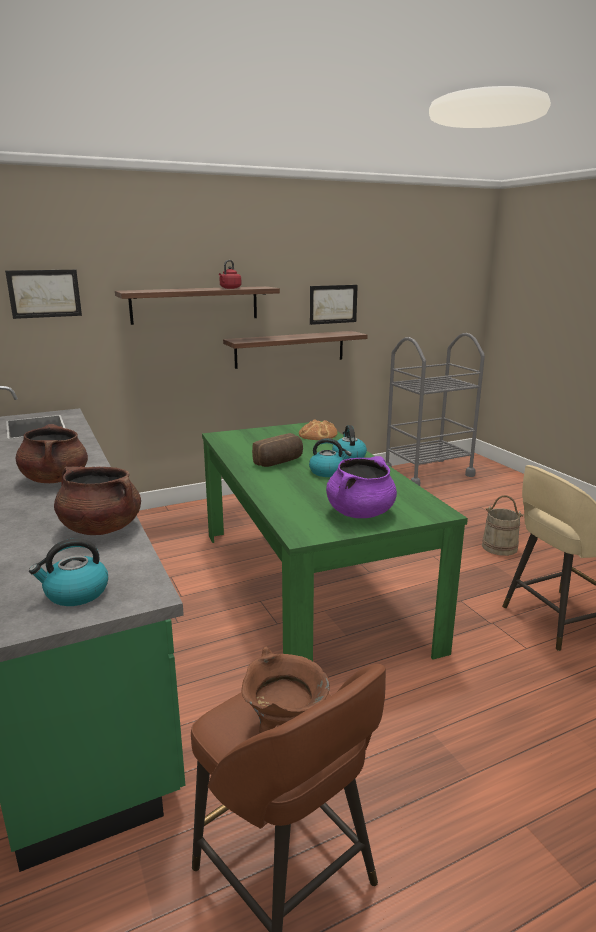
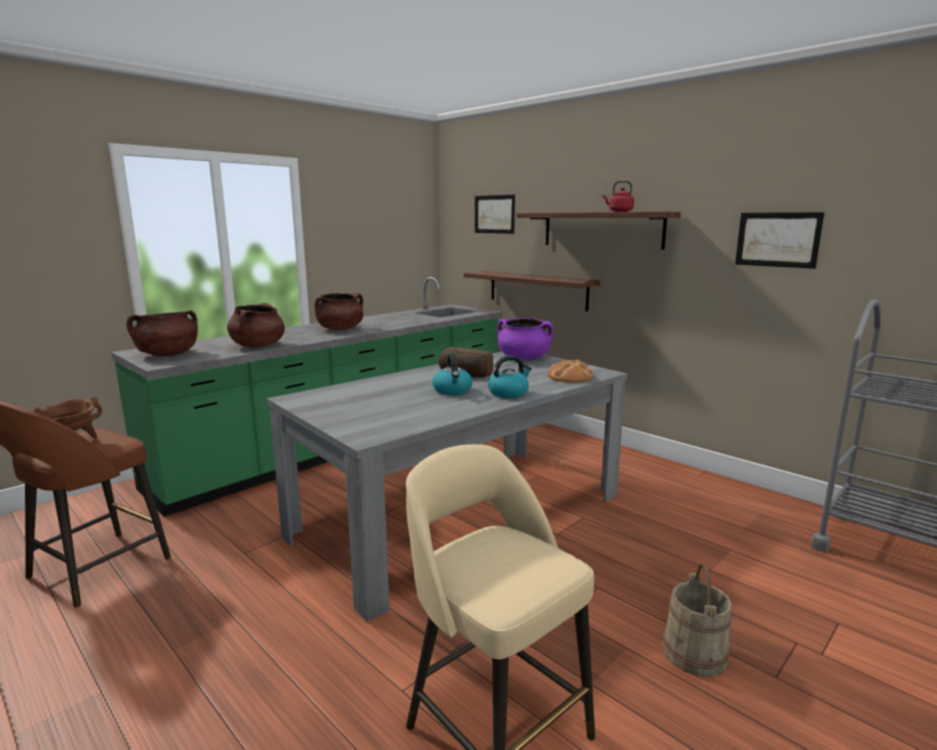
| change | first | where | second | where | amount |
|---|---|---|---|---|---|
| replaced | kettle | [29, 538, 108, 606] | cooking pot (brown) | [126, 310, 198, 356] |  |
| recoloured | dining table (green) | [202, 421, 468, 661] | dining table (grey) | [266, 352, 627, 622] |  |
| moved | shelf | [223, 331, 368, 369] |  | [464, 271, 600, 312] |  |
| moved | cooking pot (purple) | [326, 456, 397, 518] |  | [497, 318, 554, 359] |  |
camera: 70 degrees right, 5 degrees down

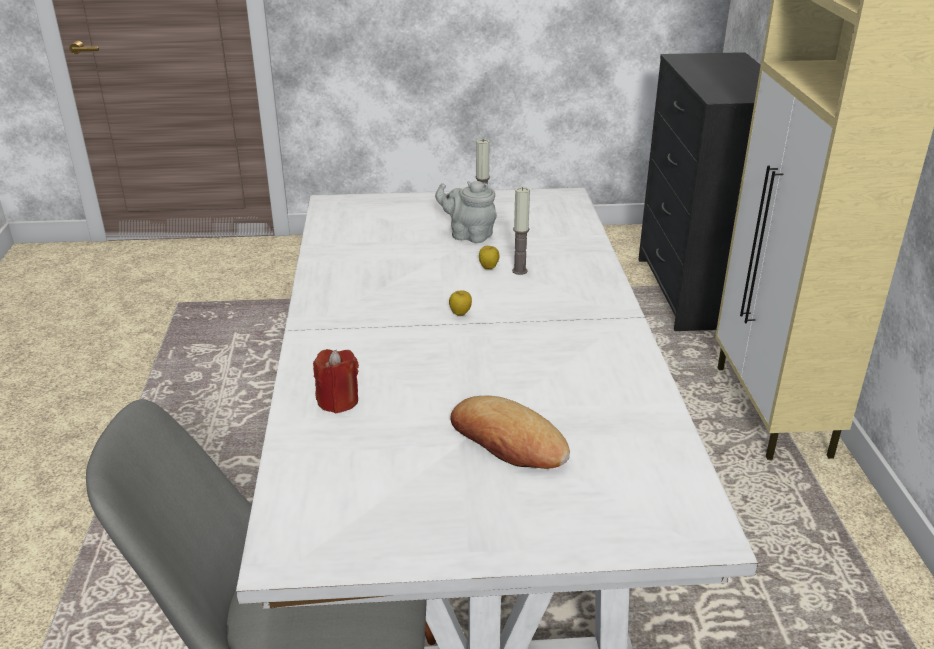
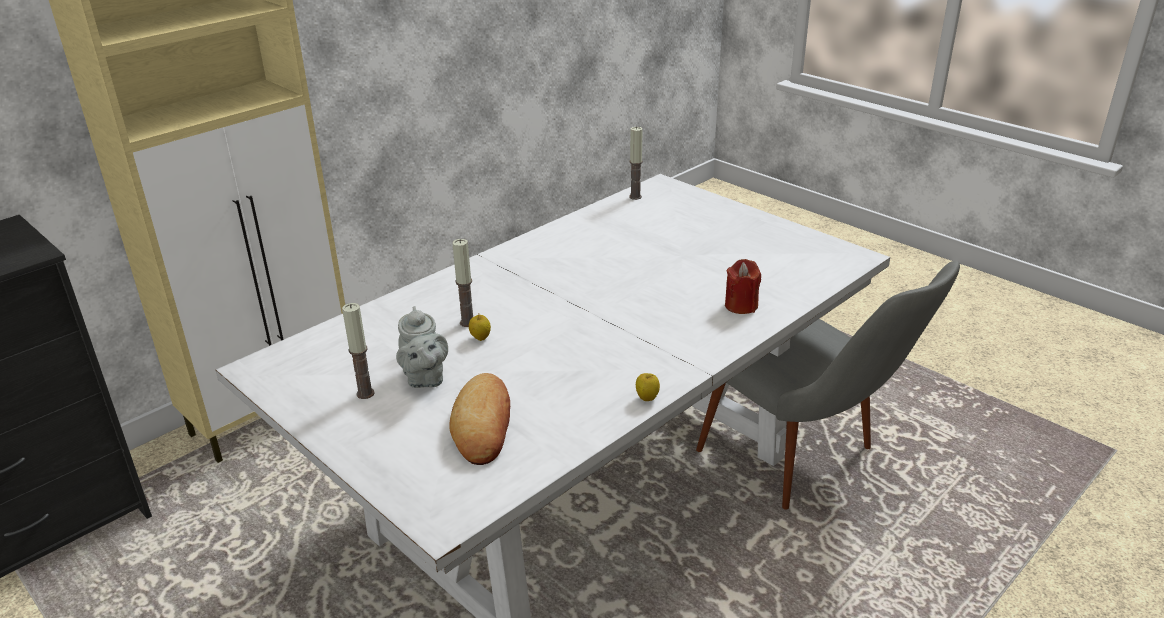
| change | first | where | second | where | amount |
|---|---|---|---|---|---|
| moved | apple | [449, 291, 472, 316] |  | [636, 373, 660, 401] |  |
| moved | bread | [450, 395, 570, 469] |  | [449, 373, 510, 465] |  |
| added |  |  | candle | [629, 126, 643, 200] |  |
camera: 130 degrees left, 0 degrees up

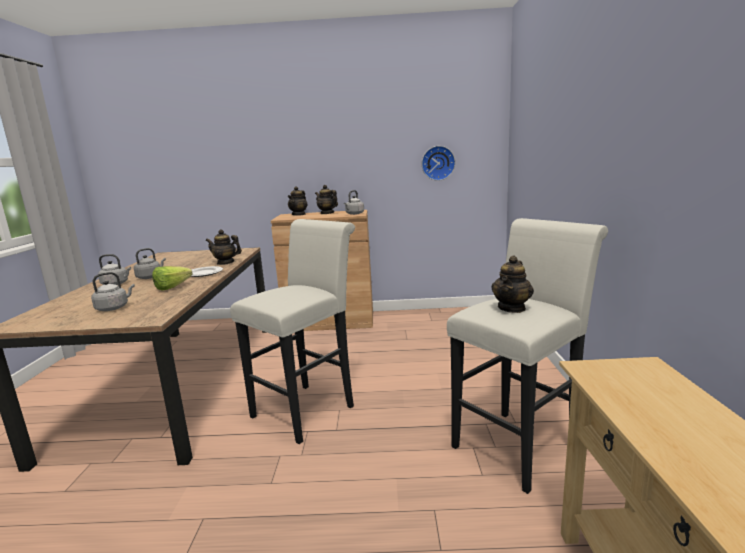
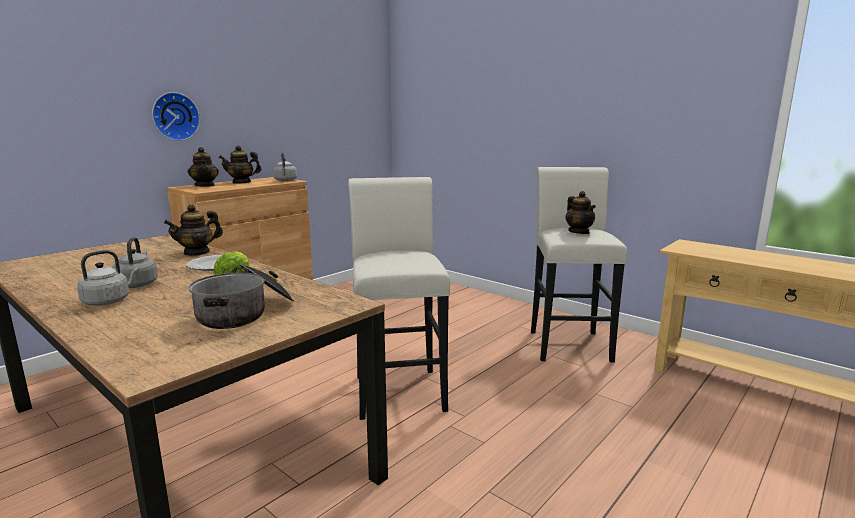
| change | first | where | second | where | amount |
|---|---|---|---|---|---|
| replaced | kettle (grey) | [91, 272, 135, 311] | cooking pot | [189, 264, 294, 329] |  |
| moved | wall clock | [422, 146, 455, 181] |  | [152, 92, 200, 141] |  |
camera: 50 degrees left, 0 degrees up

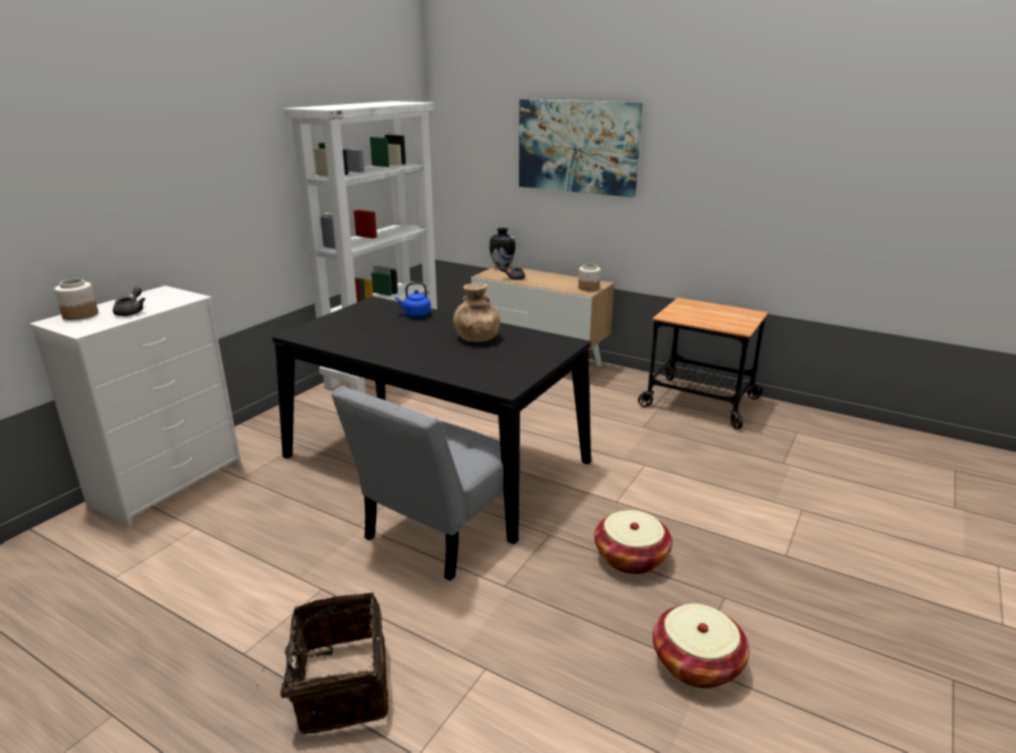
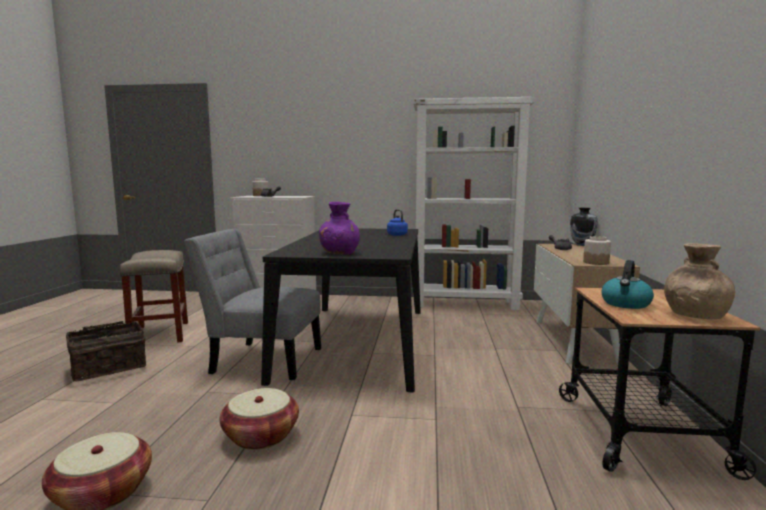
| change | first | where | second | where | amount |
|---|---|---|---|---|---|
| moved | vase (brown) | [453, 283, 500, 342] |  | [664, 243, 735, 319] |  |
| removed | picture | [519, 99, 642, 198] |  |  |  |
| added |  |  | stool (beige) | [120, 250, 188, 342] |  |
| added |  |  | vase (purple) | [319, 202, 360, 254] |  |
| added |  |  | kettle | [601, 260, 654, 309] |  |
camera: 65 degrees right, 15 degrees down

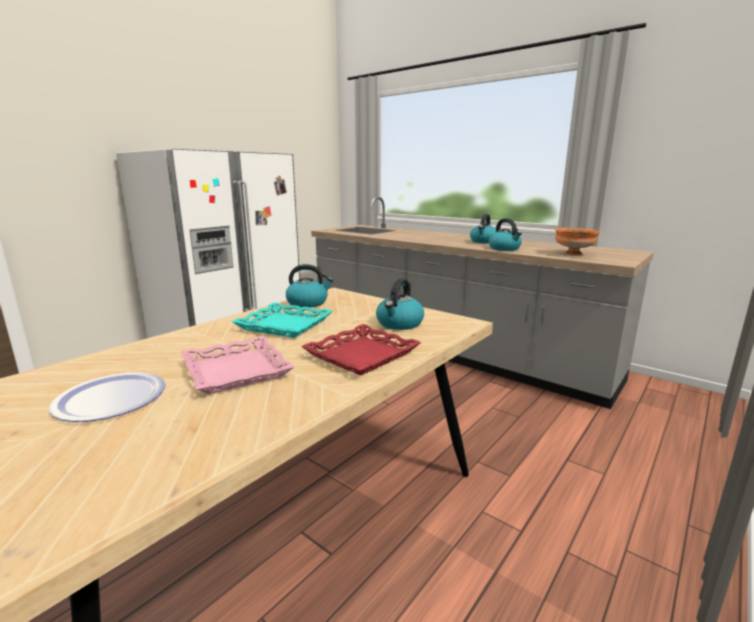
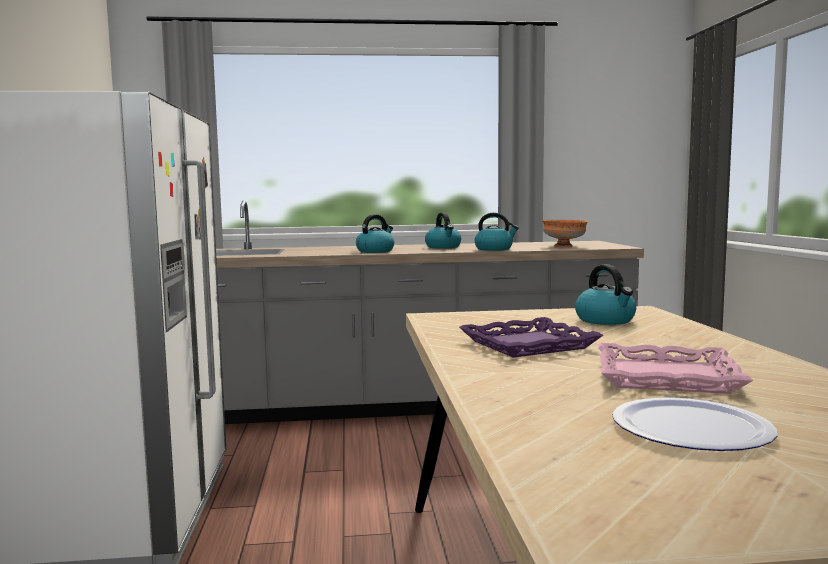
| change | first | where | second | where | amount |
|---|---|---|---|---|---|
| recoloured | tray (turquoise) | [232, 303, 333, 338] | tray (purple) | [459, 317, 603, 358] |  |
| moved | kettle | [286, 264, 333, 308] |  | [356, 214, 395, 253] |  |
| removed | tray (red) | [301, 324, 421, 376] |  |  |  |
camera: 45 degrees left, 10 degrees down

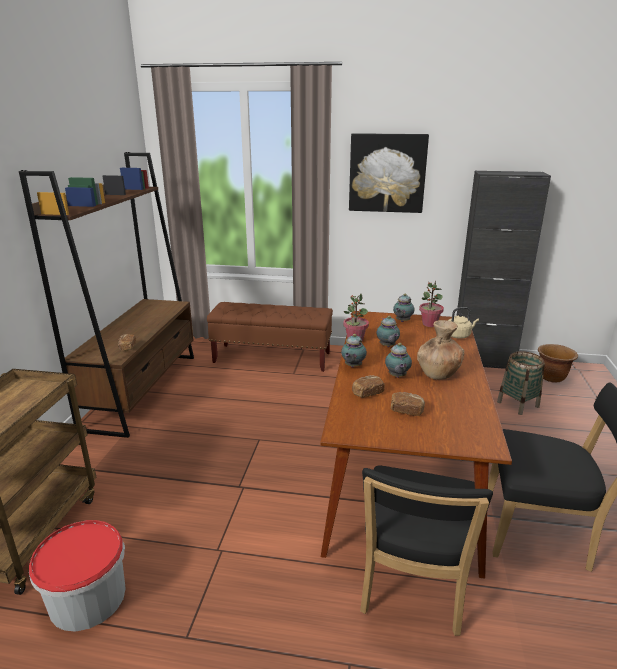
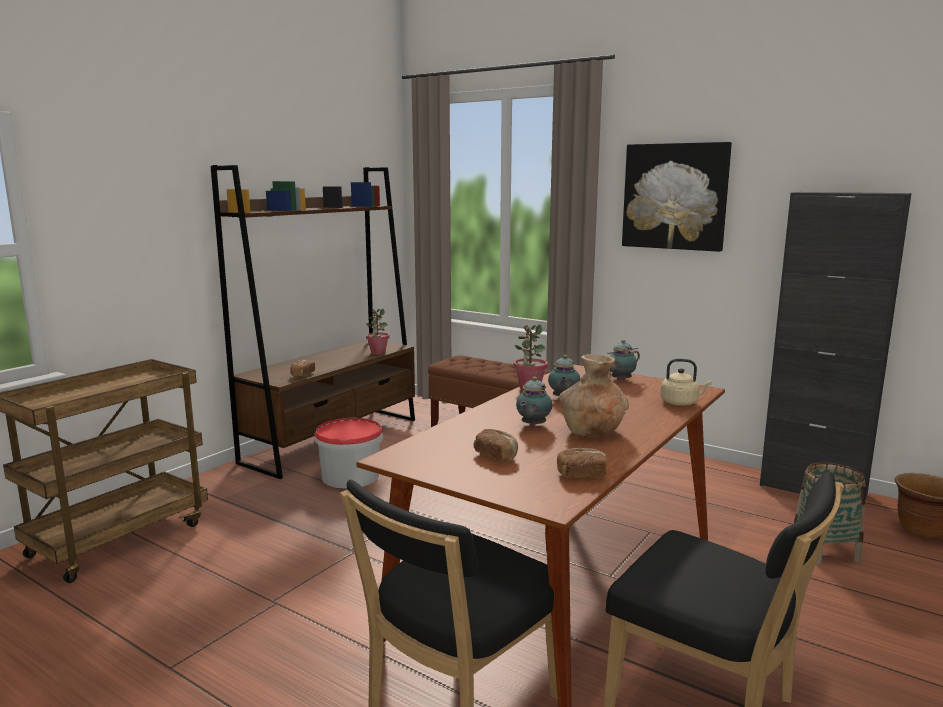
| change | first | where | second | where | amount |
|---|---|---|---|---|---|
| moved | bucket | [29, 520, 126, 632] |  | [314, 418, 384, 489] |  |
| removed | teapot | [341, 334, 367, 367] |  |  |  |
| moved | bread | [352, 375, 385, 398] |  | [557, 448, 607, 478] |  |
| moved | potted plant | [419, 281, 444, 327] |  | [366, 309, 390, 355] |  |
camera: 25 degrees right, 10 degrees down

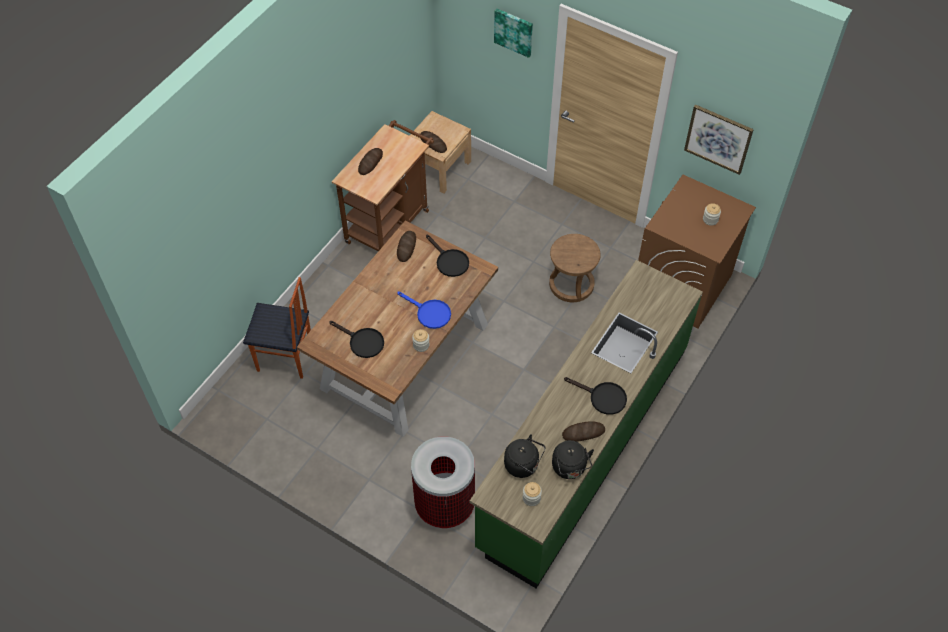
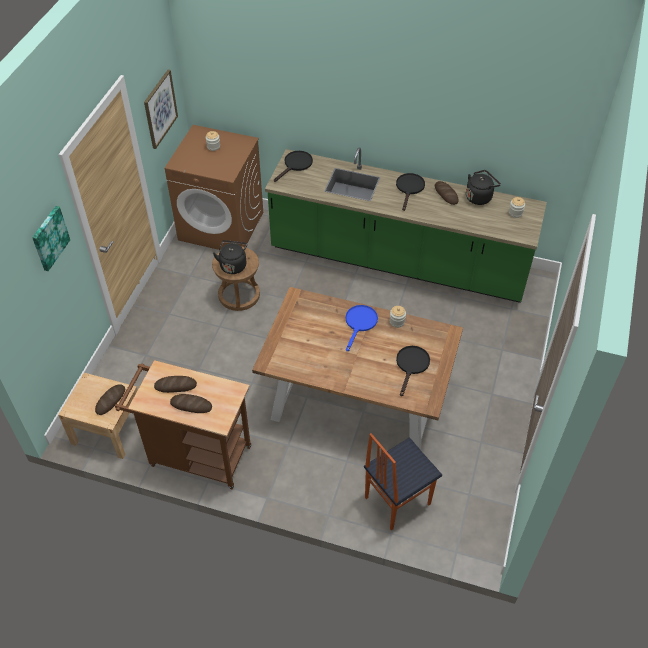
| change | first | where | second | where | amount |
|---|---|---|---|---|---|
| turned | chair | [243, 277, 311, 379] |  | [364, 433, 442, 531] | 120 degrees counterclockwise |
| moved | bread | [397, 231, 416, 262] |  | [154, 376, 197, 393] |  |
| removed | trash can | [411, 436, 475, 528] |  |  |  |
| moved | frying pan (black) | [426, 235, 469, 277] |  | [274, 151, 313, 182] |  |
| moved | kettle (black) | [504, 434, 545, 478] |  | [213, 240, 247, 274] |  |
camera: 105 degrees left, 5 degrees down

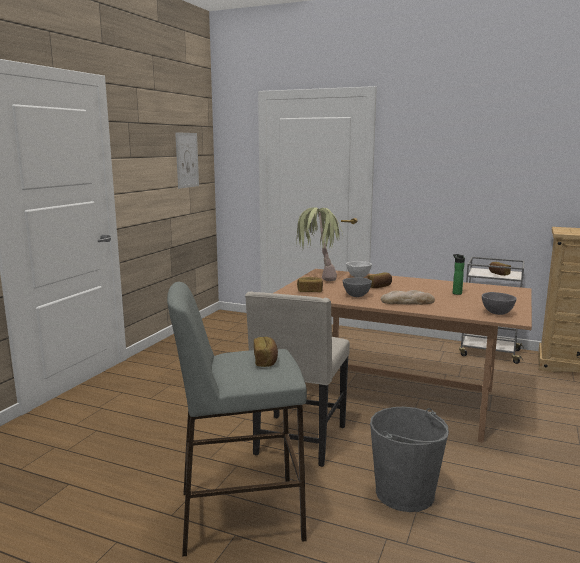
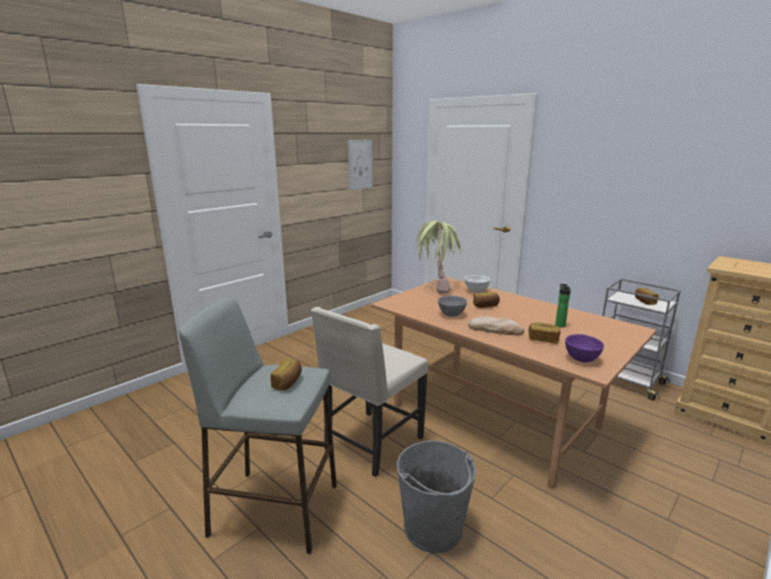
| change | first | where | second | where | amount |
|---|---|---|---|---|---|
| moved | bread | [297, 277, 323, 292] |  | [529, 322, 560, 344] |  |
| recoloured | bowl (grey) | [482, 292, 517, 315] | bowl (purple) | [565, 334, 604, 362] |  |
camera: 20 degrees right, 5 degrees up

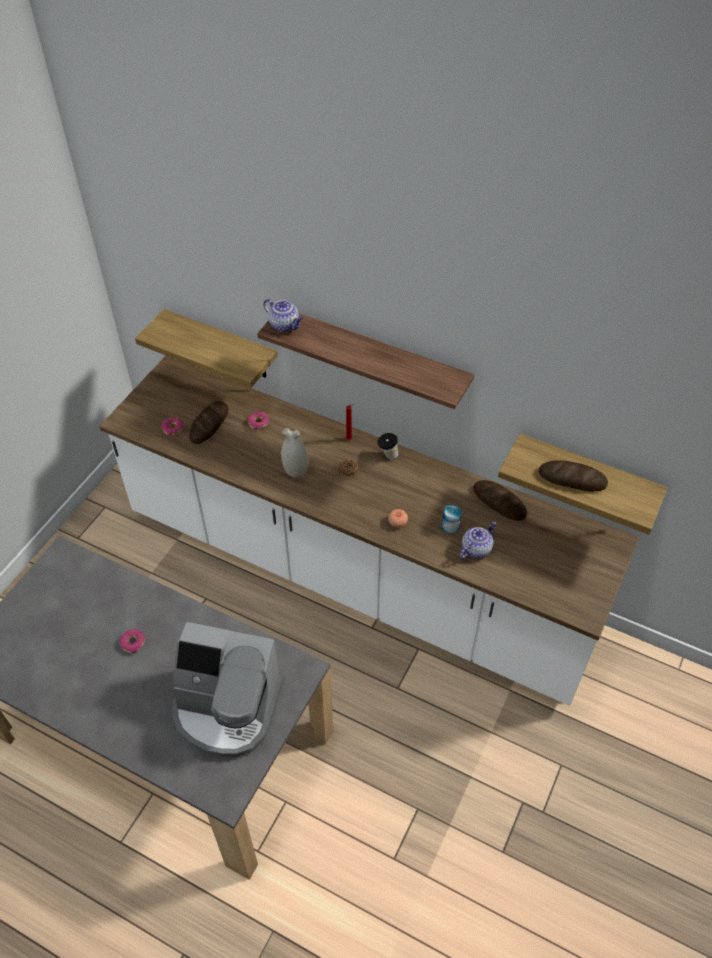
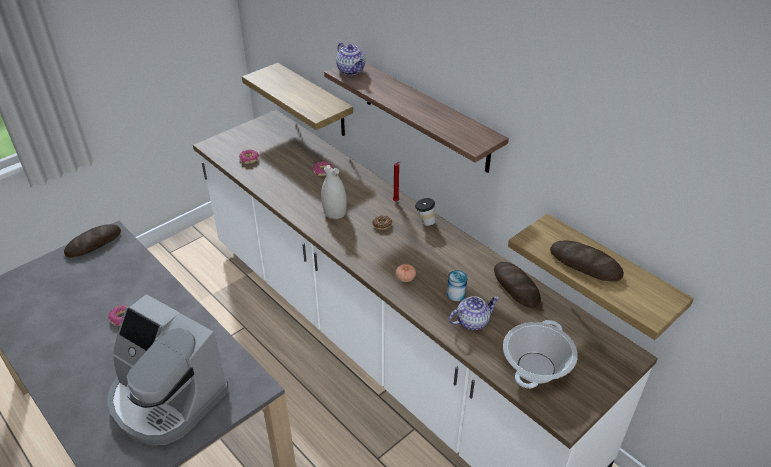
| change | first | where | second | where | amount |
|---|---|---|---|---|---|
| moved | bread | [189, 401, 229, 444] |  | [64, 224, 121, 258] |  |
| added |  |  | cooking pot | [503, 320, 578, 389] |  |
camera: 20 degrees right, 10 degrees down

